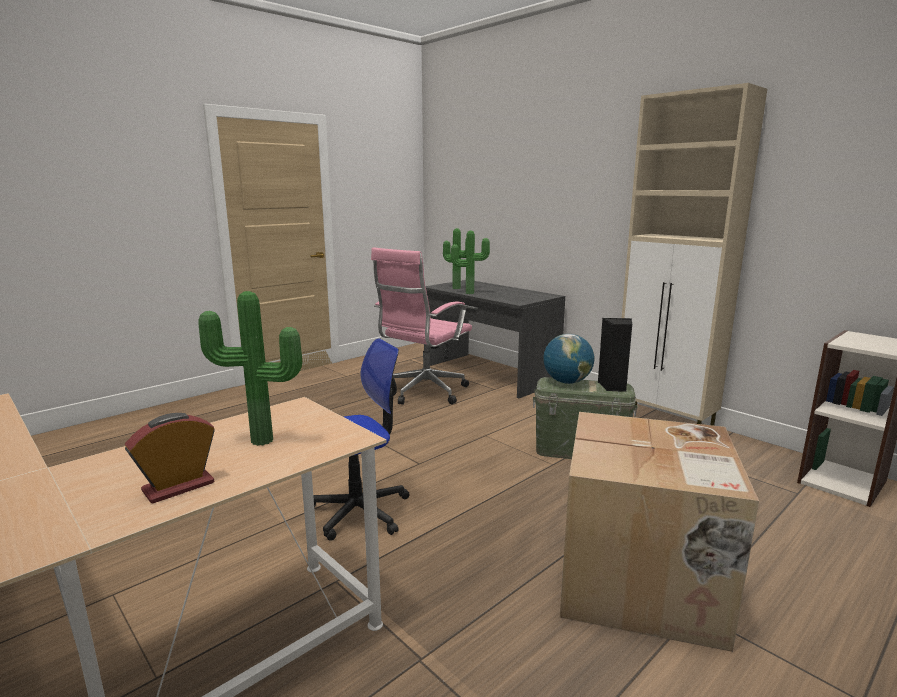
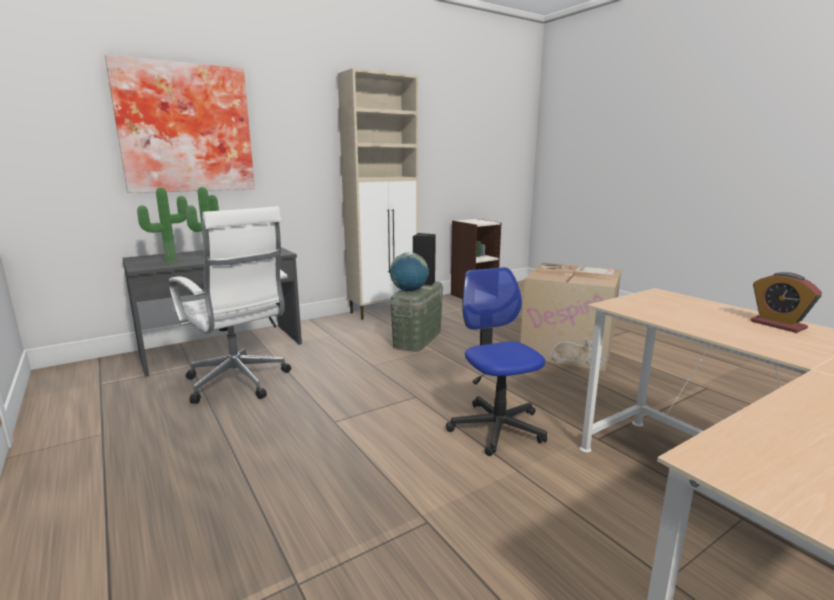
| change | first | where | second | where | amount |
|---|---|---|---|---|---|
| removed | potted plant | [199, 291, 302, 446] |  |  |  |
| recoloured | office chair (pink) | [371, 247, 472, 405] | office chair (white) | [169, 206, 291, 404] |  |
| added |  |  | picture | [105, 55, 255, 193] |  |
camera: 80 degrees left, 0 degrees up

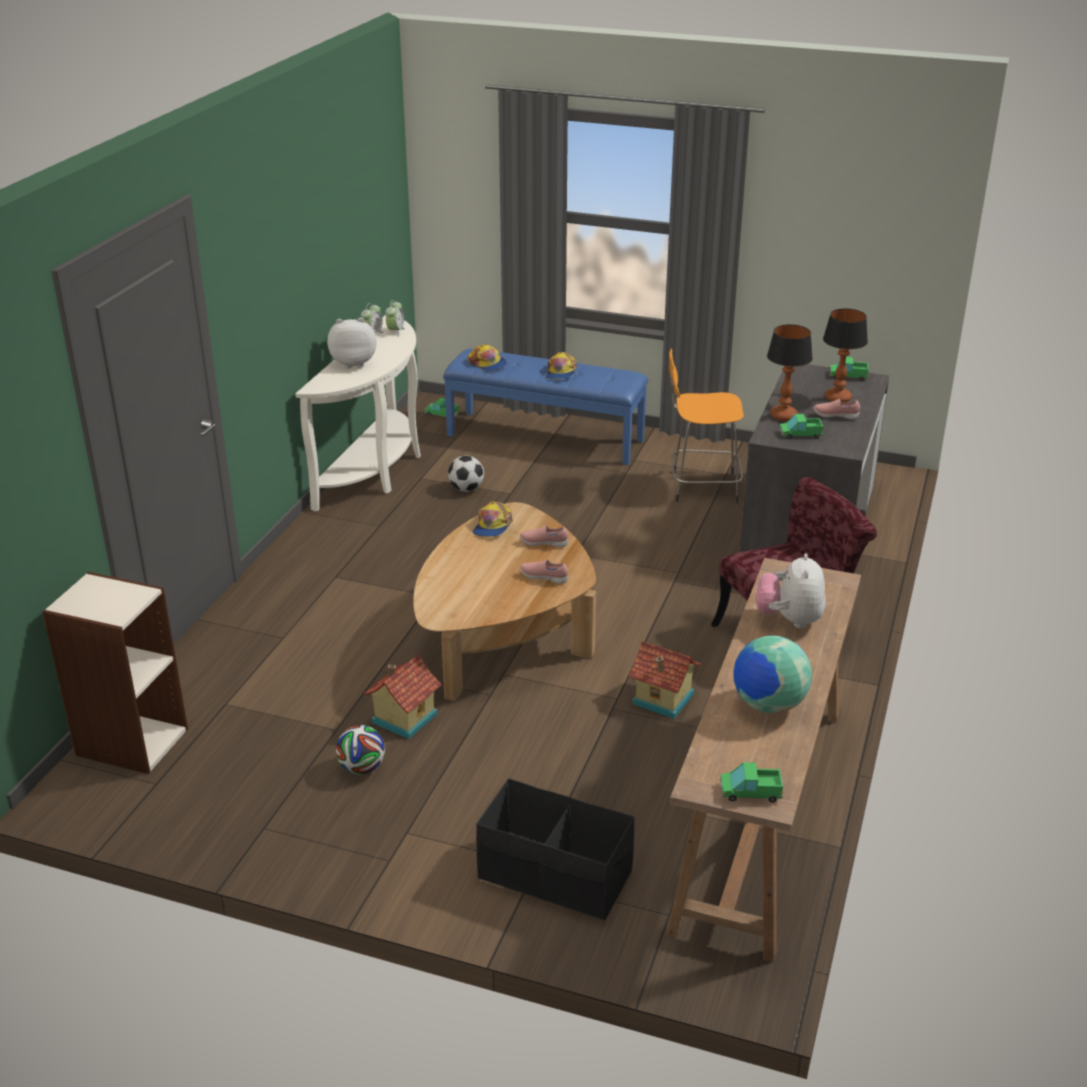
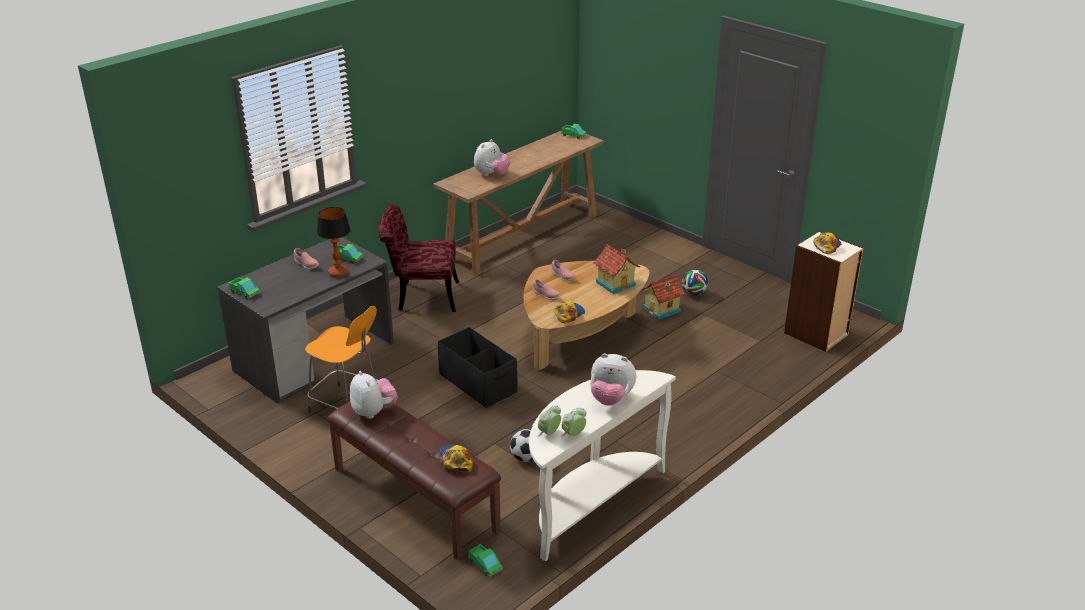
| change | first | where | second | where | amount |
|---|---|---|---|---|---|
| recoloured | bench (blue) | [443, 349, 648, 465] | bench (brown) | [327, 402, 501, 560] |  |
| moved | storage box (black) | [476, 778, 634, 920] |  | [438, 327, 517, 408] |  |
| moved | cap | [546, 352, 577, 379] |  | [813, 232, 841, 254] |  |
| moved | toy house | [629, 641, 701, 719] |  | [593, 244, 640, 294] |  |
| removed | globe | [733, 636, 812, 713] |  |  |  |
| removed | table lamp | [823, 308, 868, 402] |  |  |  |
| added |  |  | plush toy | [350, 371, 398, 419] |  |
camera: 155 degrees left, 0 degrees up

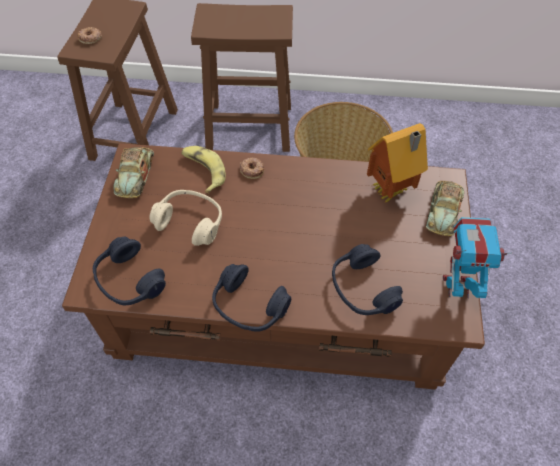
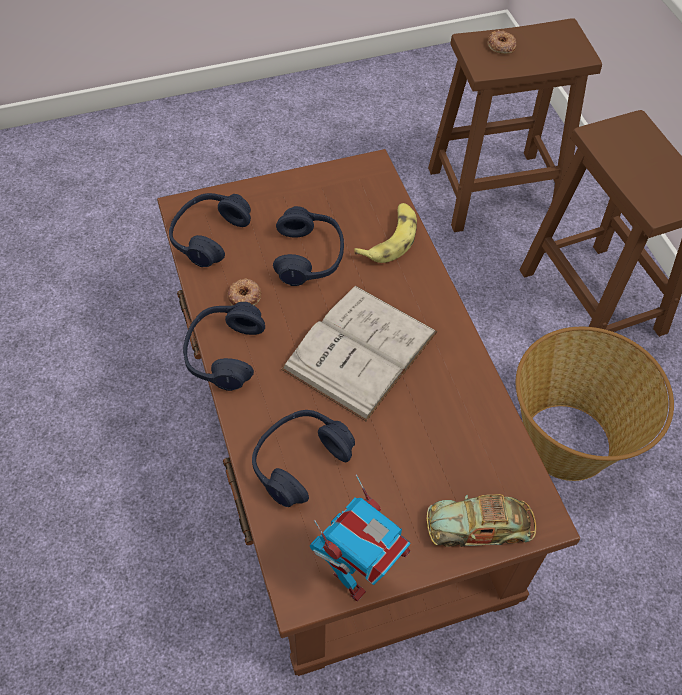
| change | first | where | second | where | amount |
|---|---|---|---|---|---|
| removed | toy car | [113, 147, 154, 198] |  |  |  |
| recoloured | headphones (beige) | [150, 190, 222, 246] | headphones (blue) | [273, 206, 344, 286] |  |
| moved | donut | [240, 158, 264, 179] |  | [228, 278, 261, 306] |  |
| removed | toy house | [367, 123, 428, 203] |  |  |  |
| turned | toy robot | [443, 217, 513, 298] |  | [310, 474, 411, 602] | 60 degrees clockwise |
| added |  |  | book (white) | [281, 286, 438, 421] |  |
camera: 65 degrees right, 0 degrees up

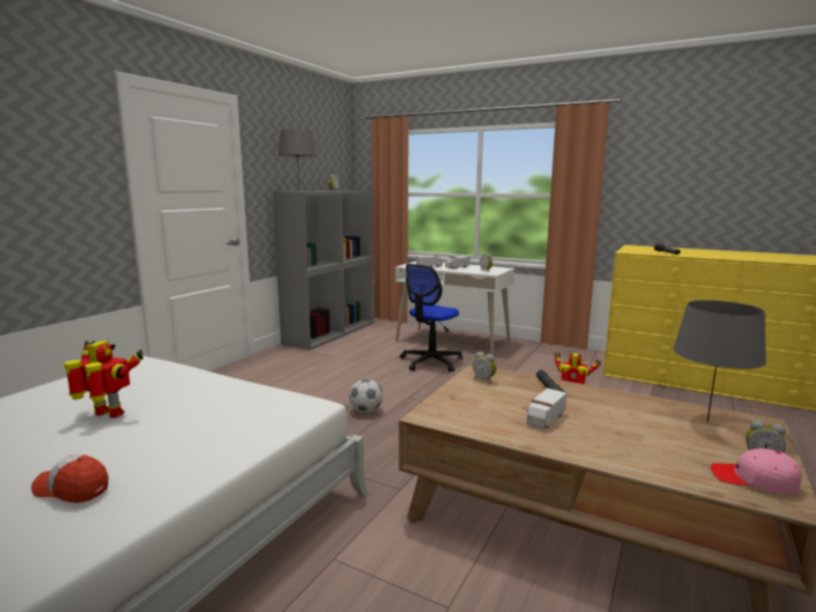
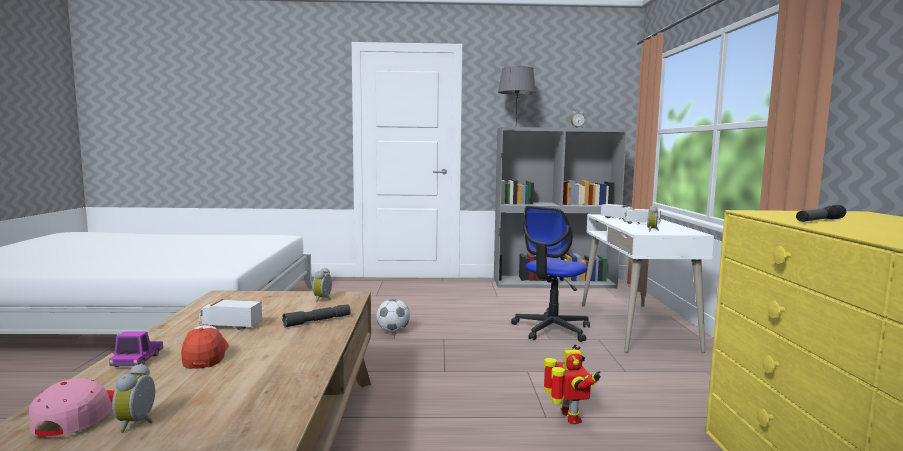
| change | first | where | second | where | amount |
|---|---|---|---|---|---|
| moved | cap | [31, 455, 109, 503] |  | [181, 325, 229, 369] |  |
| removed | toy robot | [64, 341, 143, 418] |  |  |  |
| turned | office chair | [400, 264, 463, 372] |  | [511, 206, 590, 342] | 60 degrees counterclockwise |
| removed | table lamp (grey) | [673, 300, 766, 422] |  |  |  |
| added |  |  | toy truck | [109, 332, 163, 367] |  |
camera: 60 degrees right, 5 degrees down

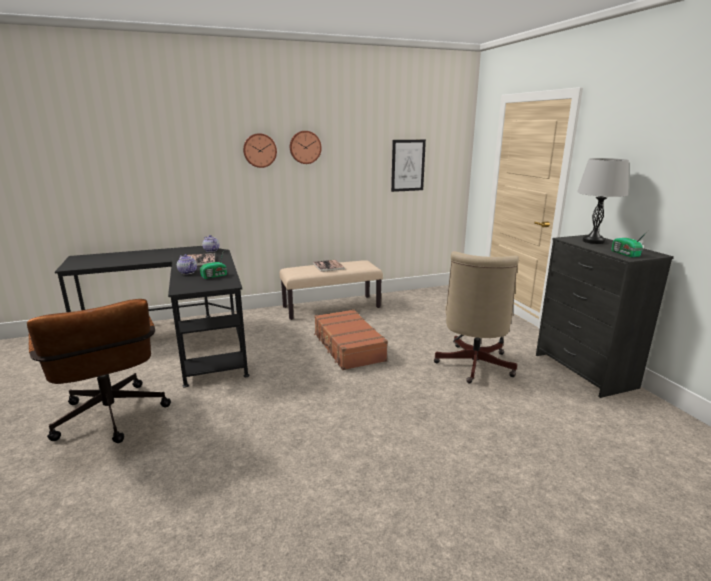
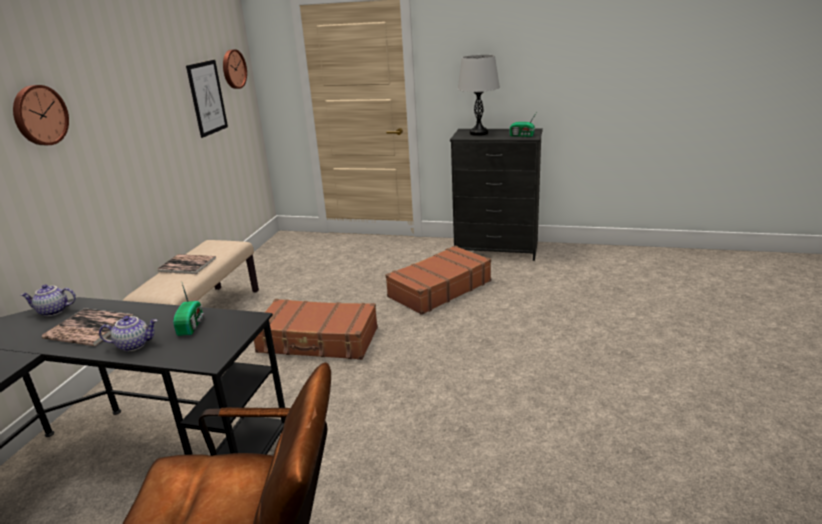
| change | first | where | second | where | amount |
|---|---|---|---|---|---|
| moved | wall clock | [290, 131, 322, 164] |  | [223, 49, 247, 89] |  |
| replaced | office chair (beige) | [434, 251, 519, 383] | suitcase (brown) | [386, 245, 491, 315] |  |
camera: 55 degrees left, 5 degrees up

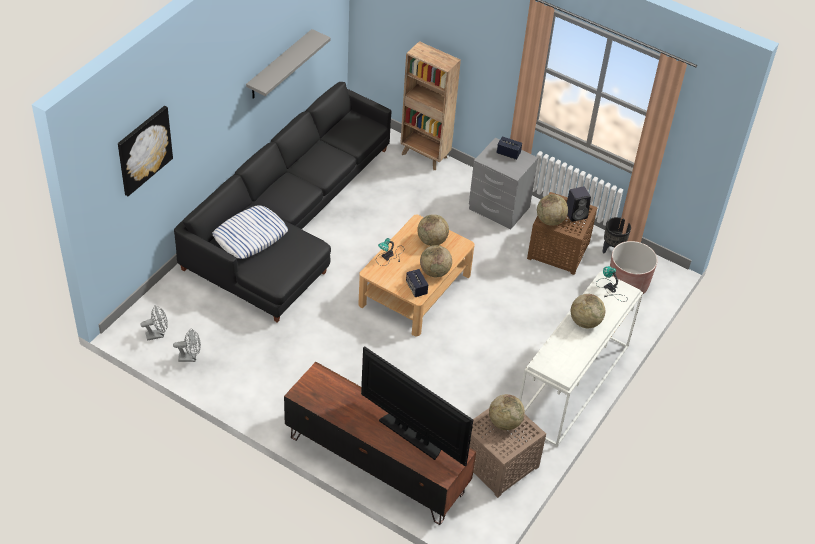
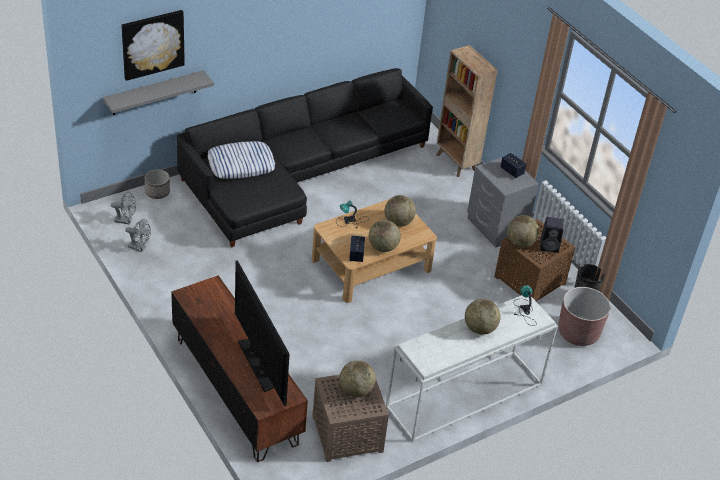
| change | first | where | second | where | amount |
|---|---|---|---|---|---|
| moved | shelf (grey) | [246, 29, 331, 99] |  | [103, 70, 214, 115] |  |
| added |  |  | planter | [145, 169, 170, 199] |  |
camera: 25 degrees right, 5 degrees down

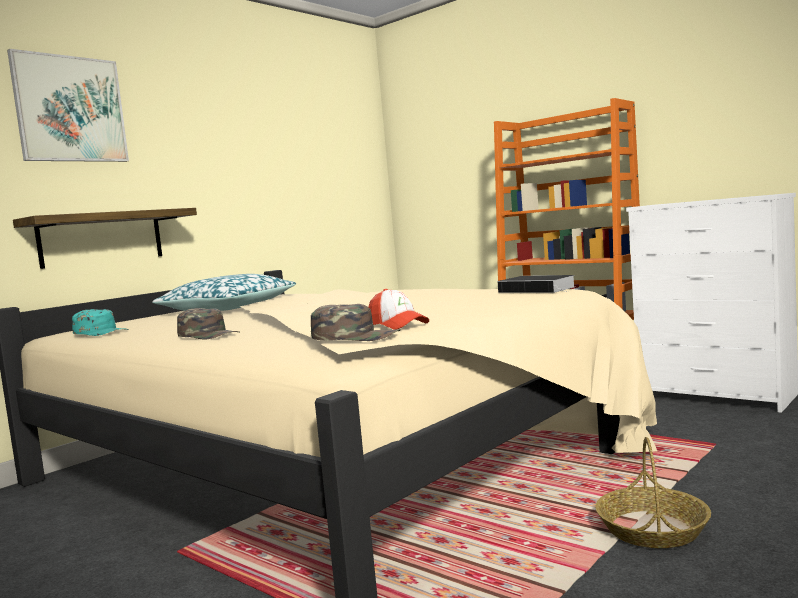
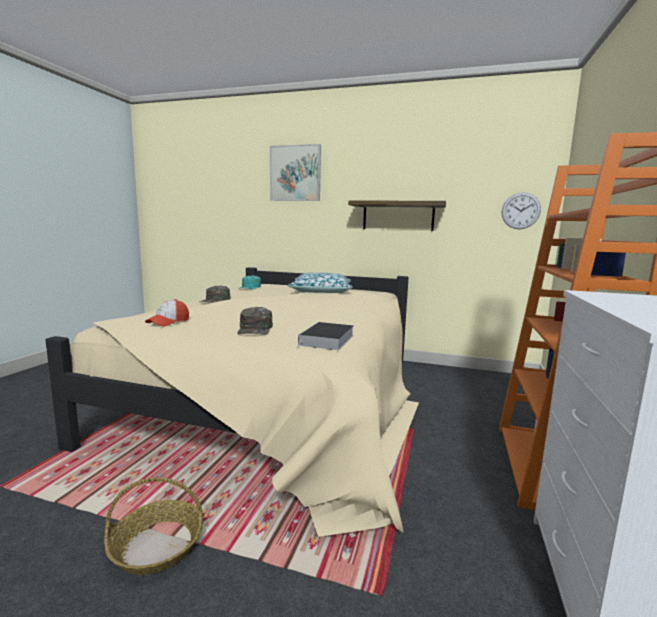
| change | first | where | second | where | amount |
|---|---|---|---|---|---|
| moved | shelf | [13, 208, 197, 269] |  | [348, 200, 446, 231] |  |
| moved | cap (green) | [311, 304, 400, 341] |  | [237, 307, 273, 335] |  |
| added |  |  | wall clock | [502, 192, 541, 229] |  |
camera: 65 degrees right, 5 degrees up

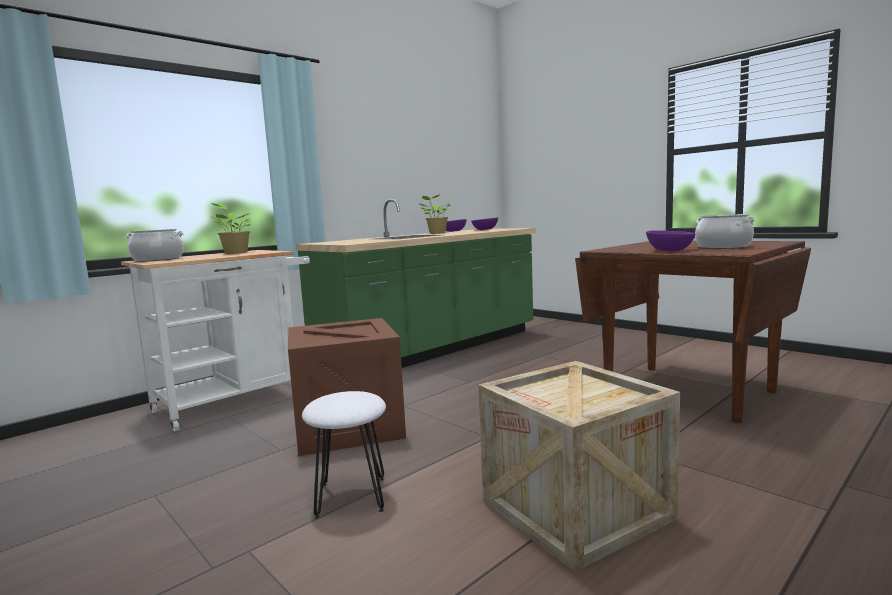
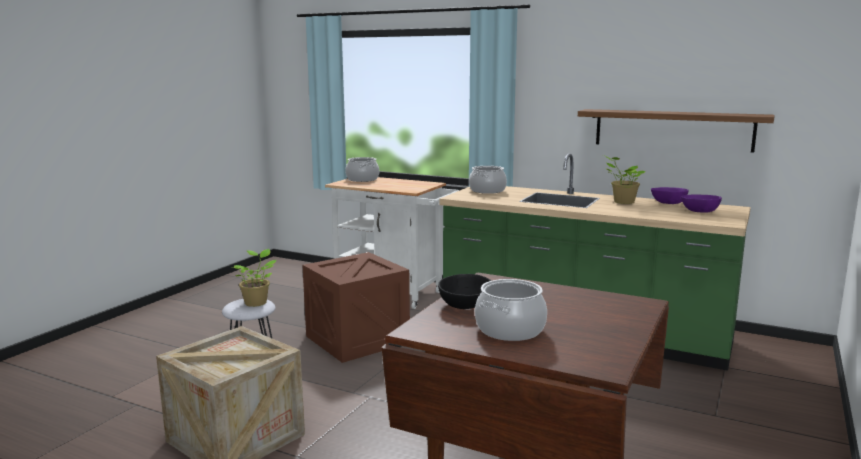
| change | first | where | second | where | amount |
|---|---|---|---|---|---|
| moved | potted plant | [209, 203, 252, 254] |  | [231, 249, 276, 307] |  |
| recoloured | bowl (purple) | [646, 230, 696, 251] | bowl (black) | [438, 274, 491, 309] |  |
| added |  |  | cooking pot | [469, 166, 507, 194] |  |
| added |  |  | shelf | [578, 109, 775, 153] |  |
camera: 70 degrees right, 5 degrees up

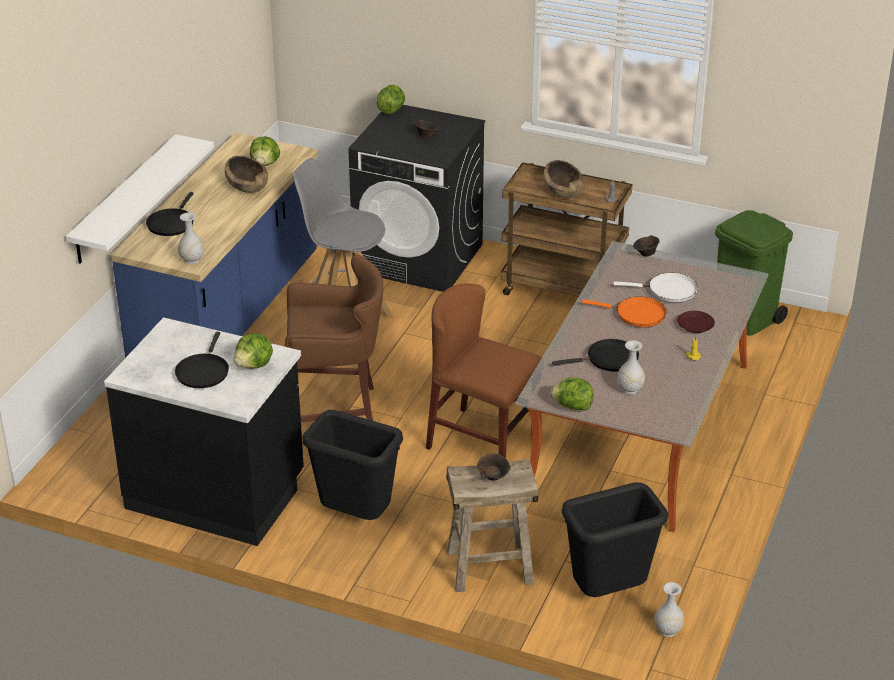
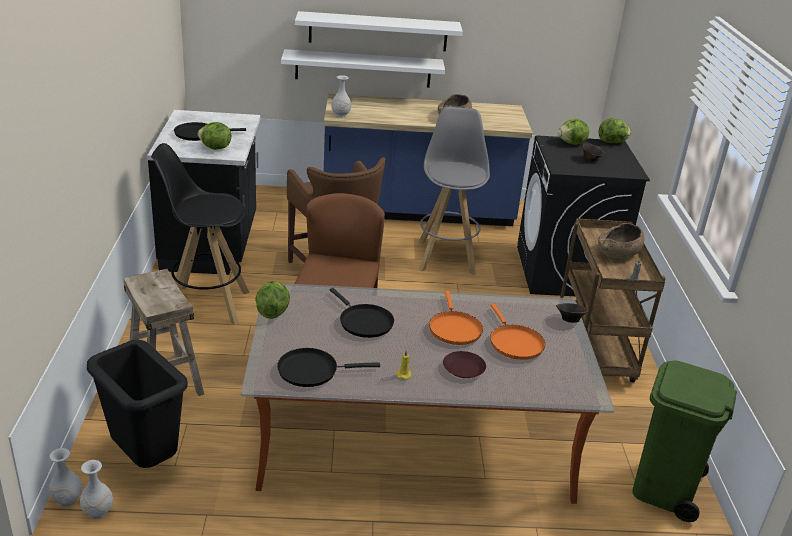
| change | first | where | second | where | amount |
|---|---|---|---|---|---|
| moved | frying pan (black) | [146, 192, 194, 236] |  | [277, 348, 380, 387] |  |
| moved | lettuce | [250, 136, 280, 166] |  | [557, 119, 589, 145] |  |
| replaced | trash can (black) | [302, 410, 403, 520] | stool (black) | [151, 143, 250, 325] |  |
| removed | bowl (brown) | [477, 454, 511, 480] |  |  |  |
| recoloured | frying pan (white) | [613, 273, 698, 302] | frying pan (orange) | [490, 304, 545, 360] |  |
| moved | vase (white) | [617, 340, 645, 394] |  | [49, 448, 82, 507] |  |
| added |  |  | shelf (white) | [295, 11, 463, 51] |  |
camera: 65 degrees right, 5 degrees down

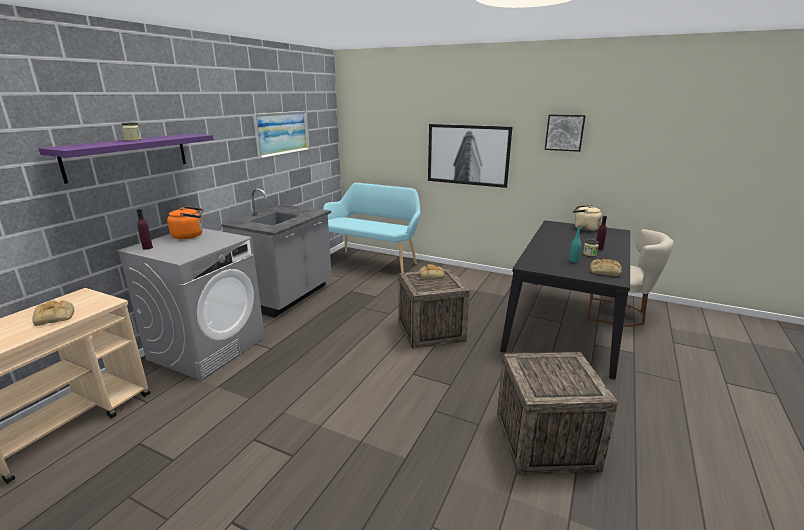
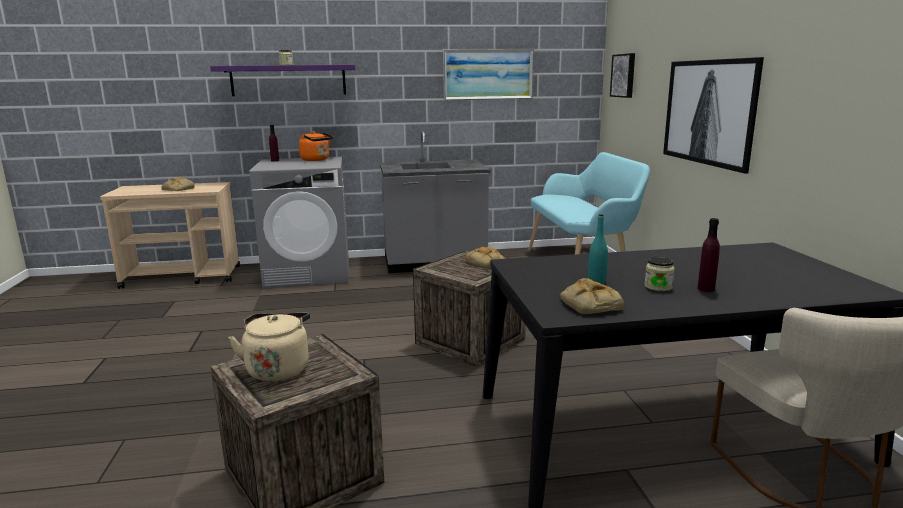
| change | first | where | second | where | amount |
|---|---|---|---|---|---|
| moved | picture | [545, 114, 586, 152] |  | [610, 53, 635, 98] |  |
| moved | kettle (beige) | [573, 205, 602, 231] |  | [228, 313, 310, 382] |  |
camera: 55 degrees right, 5 degrees down

